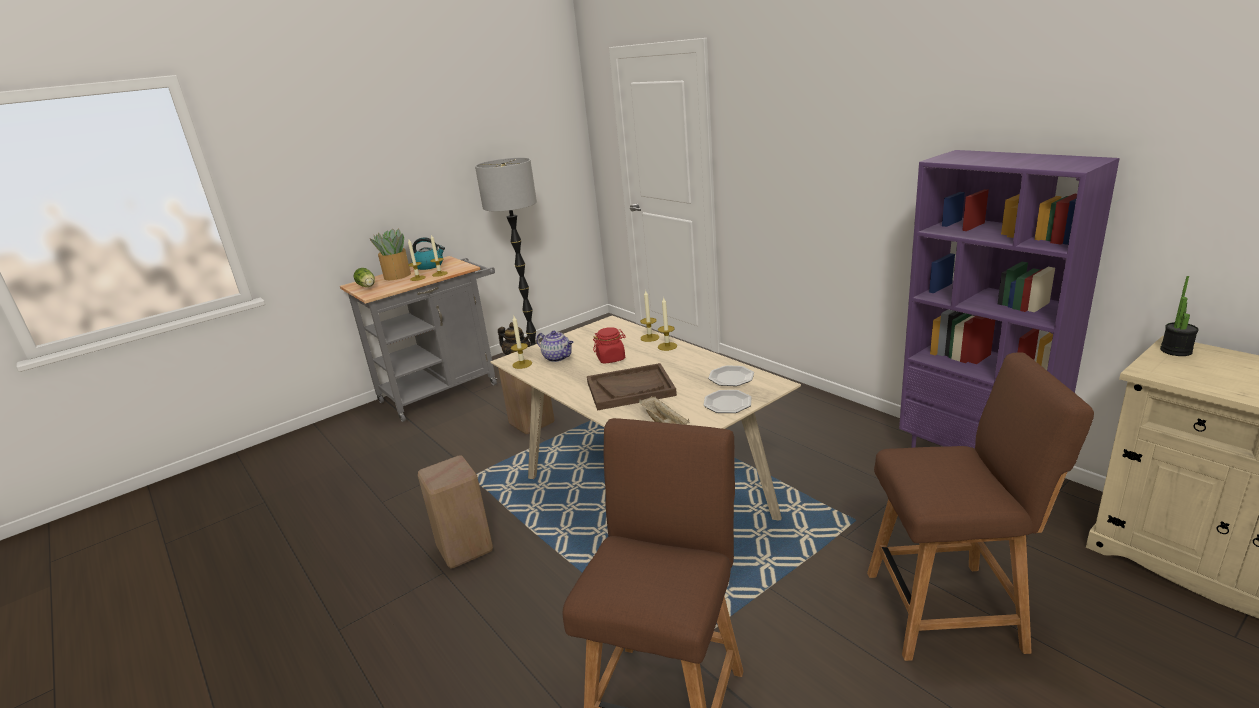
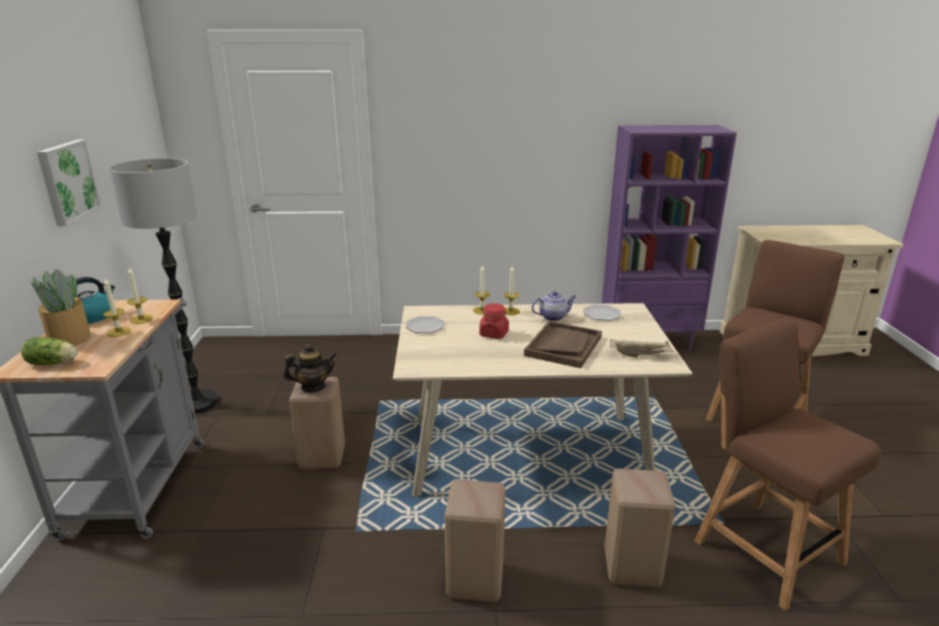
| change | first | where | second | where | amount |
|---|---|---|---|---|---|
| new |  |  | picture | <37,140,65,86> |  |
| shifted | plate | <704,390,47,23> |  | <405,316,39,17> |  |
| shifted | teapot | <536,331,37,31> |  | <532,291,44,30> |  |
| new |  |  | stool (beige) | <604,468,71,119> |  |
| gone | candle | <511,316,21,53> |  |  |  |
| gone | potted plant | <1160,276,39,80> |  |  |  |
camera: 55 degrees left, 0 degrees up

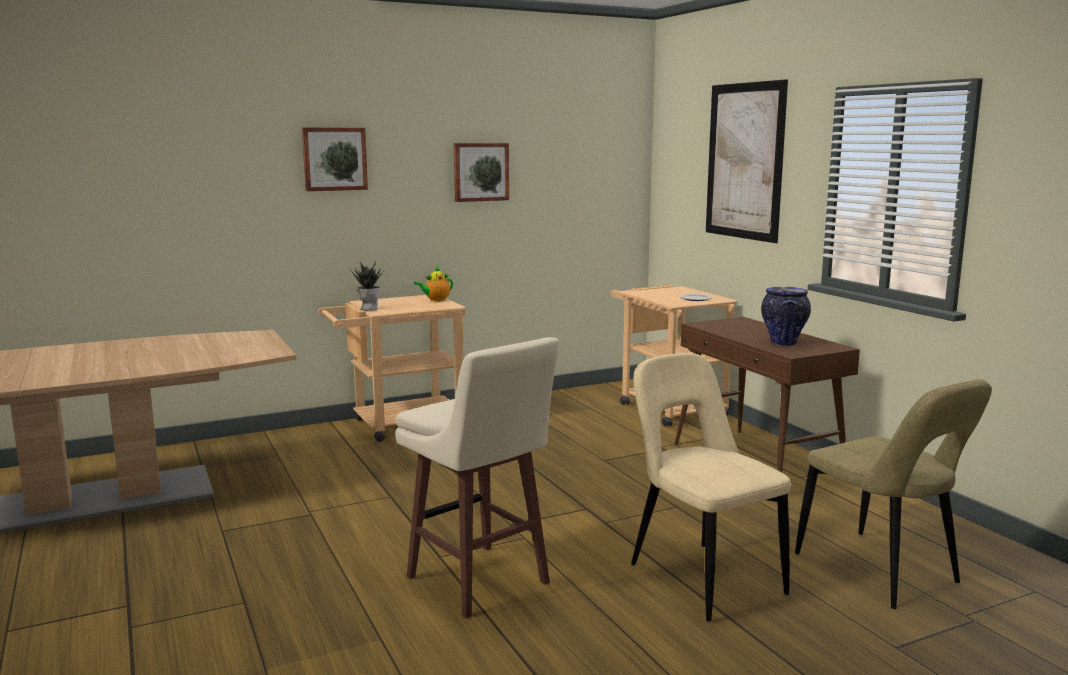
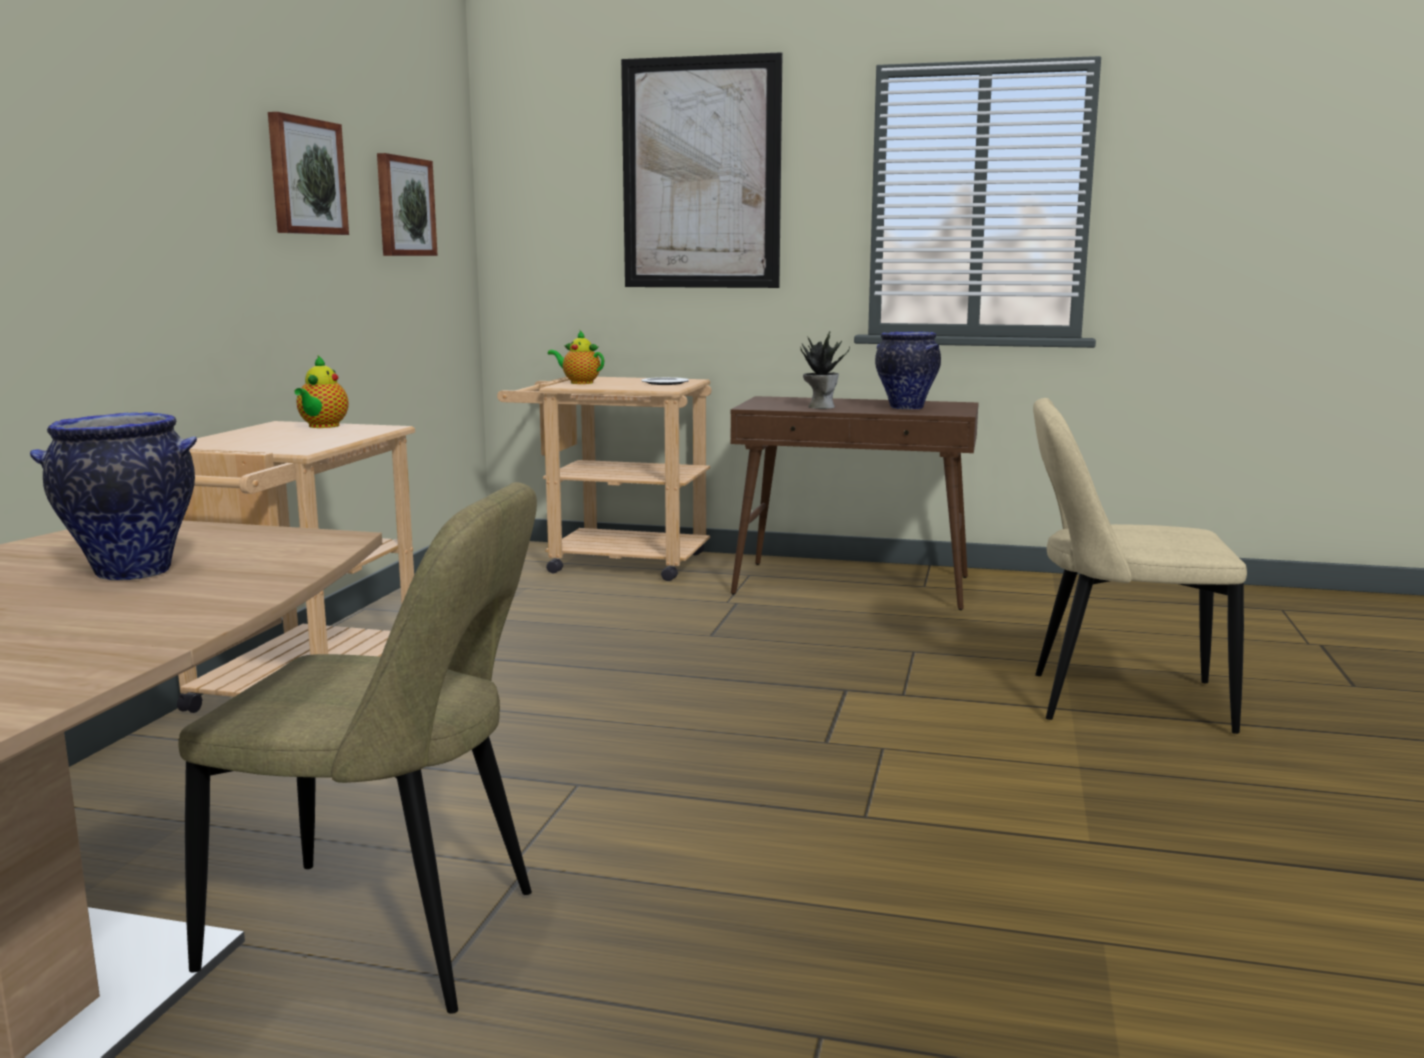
| change | first | where | second | where | amount |
|---|---|---|---|---|---|
| new |  |  | vase | <30,412,167,169> |  |
| shifted | chair (beige) | <795,379,197,230> |  | <178,482,359,532> |  |
| shifted | picture | <302,127,66,64> |  | <377,153,61,103> |  |
| new |  |  | teapot | <548,330,56,54> |  |
| shifted | potted plant | <350,261,33,49> |  | <800,331,50,78> |  |
| gone | stool (beige) | <395,337,164,282> |  |  |  |
camera: 50 degrees left, 0 degrees up

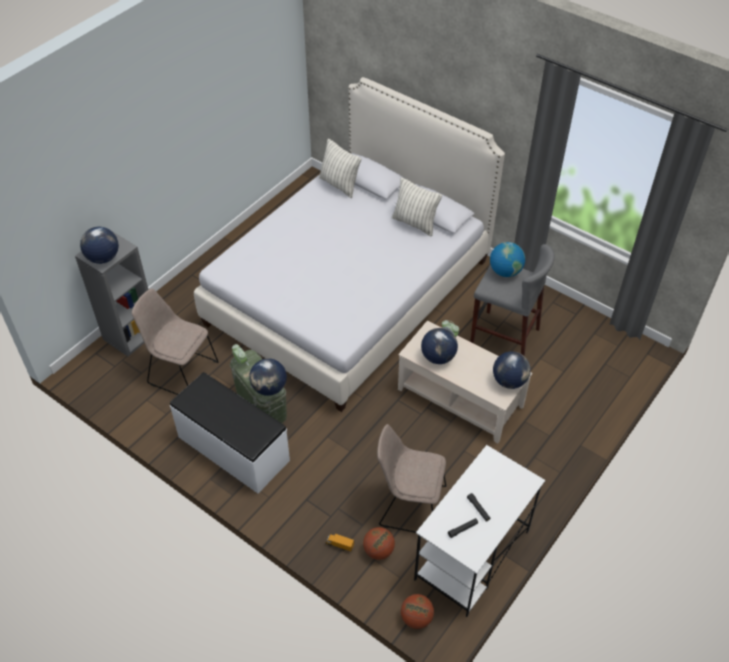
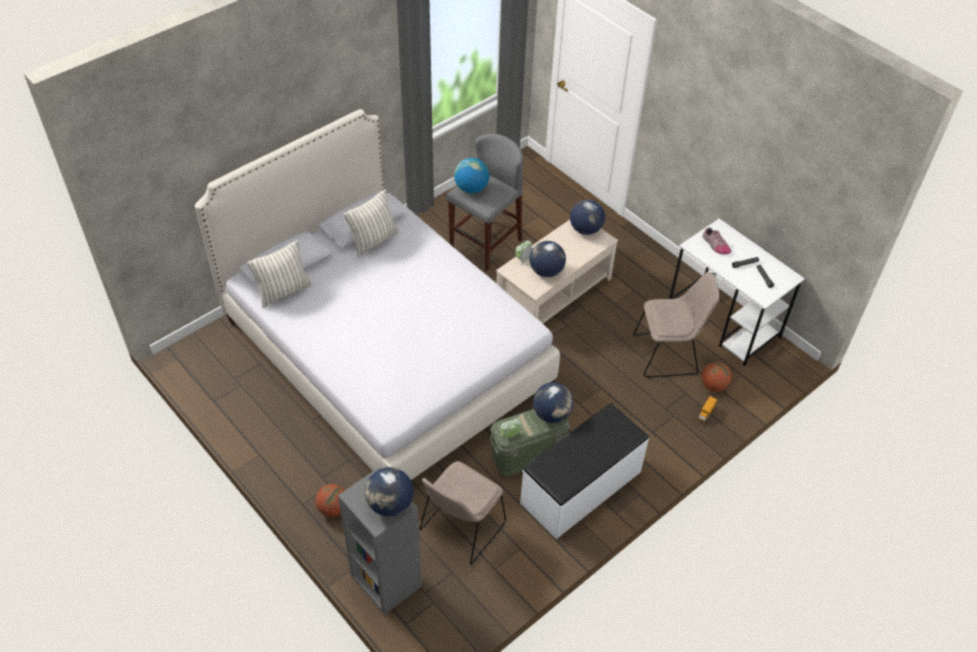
| change | first | where | second | where | amount |
|---|---|---|---|---|---|
| shifted | basketball | <401,594,33,35> |  | <315,484,30,33> |  |
| rotated | chair (beige) | <377,424,69,109> |  | <633,271,86,107> | 120 degrees counterclockwise |
| new |  |  | shoe | <702,227,29,27> |  |
camera: 80 degrees left, 0 degrees up

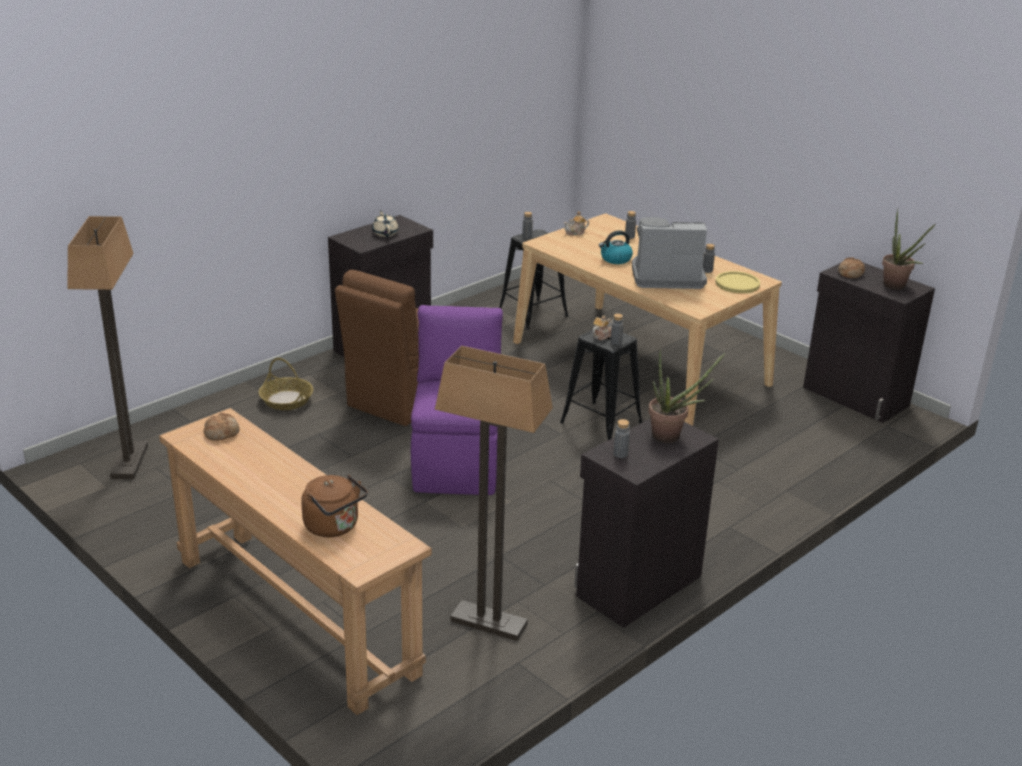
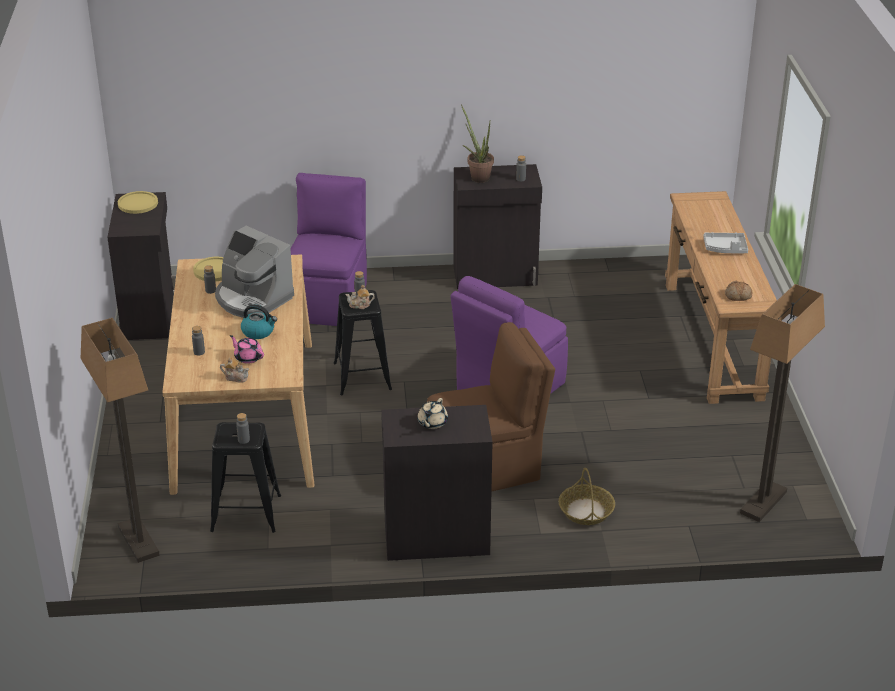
| change | first | where | second | where | amount |
|---|---|---|---|---|---|
| shifted | floor lamp | <435,346,118,295> |  | <80,318,80,245> |  |
| swapped | potted plant | <882,209,54,81> | plate (yellow) | <118,191,40,23> |  |
| new |  |  | teapot (pink) | <230,335,34,29> |  |
| new |  |  | chair (purple) | <291,173,76,153> |  |
| new |  |  | tray (grey) | <703,232,45,21> |  |
| gone | kettle (brown) | <301,475,67,62> |  |  |  |
| gone | bread | <838,257,27,21> |  |  |  |
camera: 140 degrees left, 5 degrees up

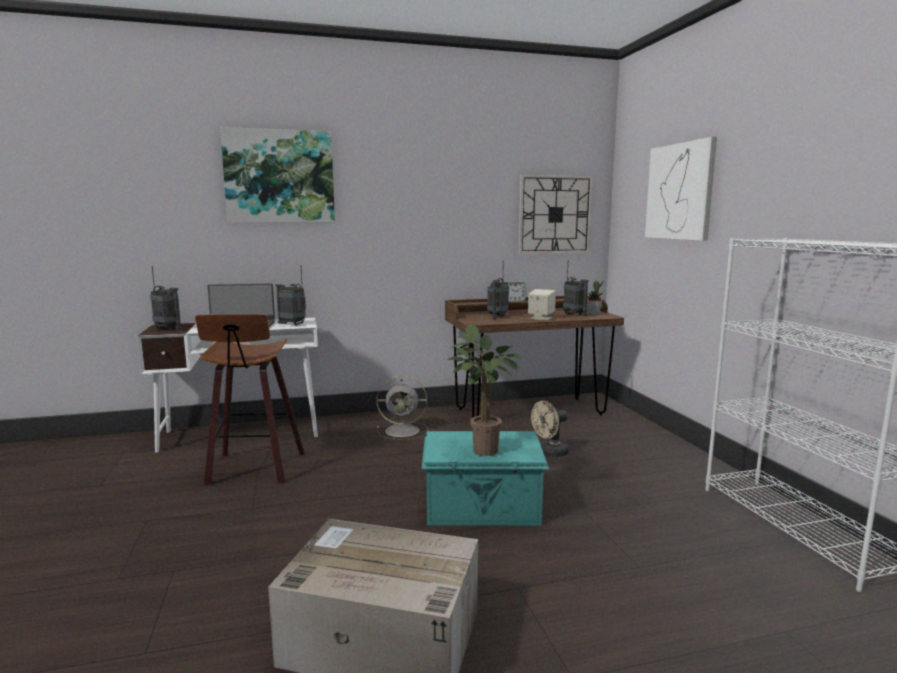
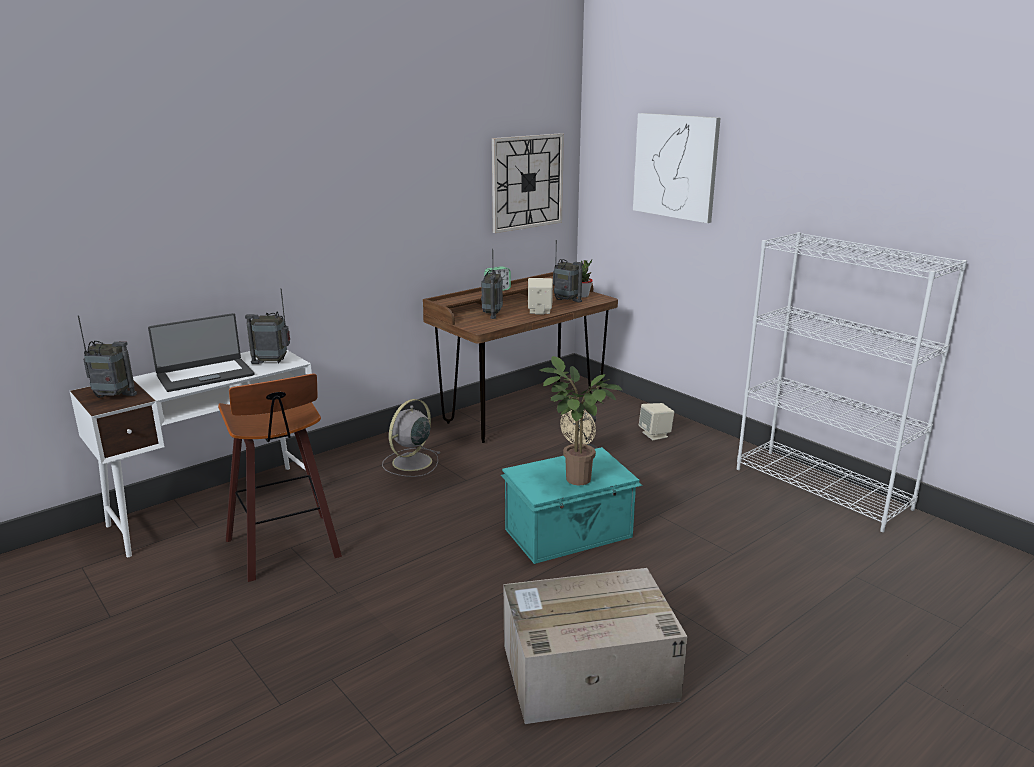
| change | first | where | second | where | amount |
|---|---|---|---|---|---|
| rotated | fan (grey) | <376,376,52,64> |  | <382,399,58,78> | 150 degrees clockwise |
| new |  |  | speaker (beige) | <639,403,35,37> |  |
| gone | picture | <220,127,115,96> |  |  |  |
camera: 25 degrees left, 10 degrees up

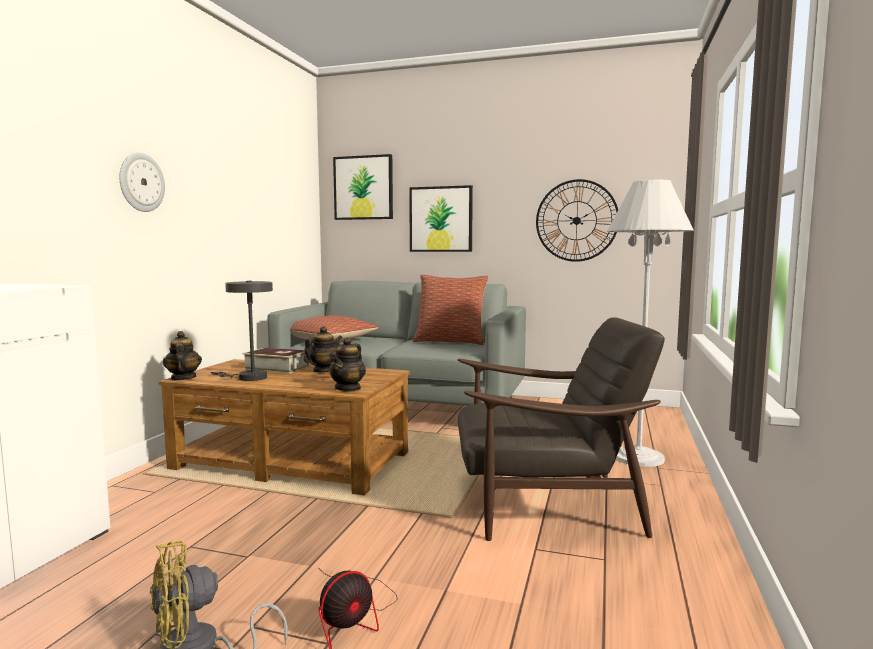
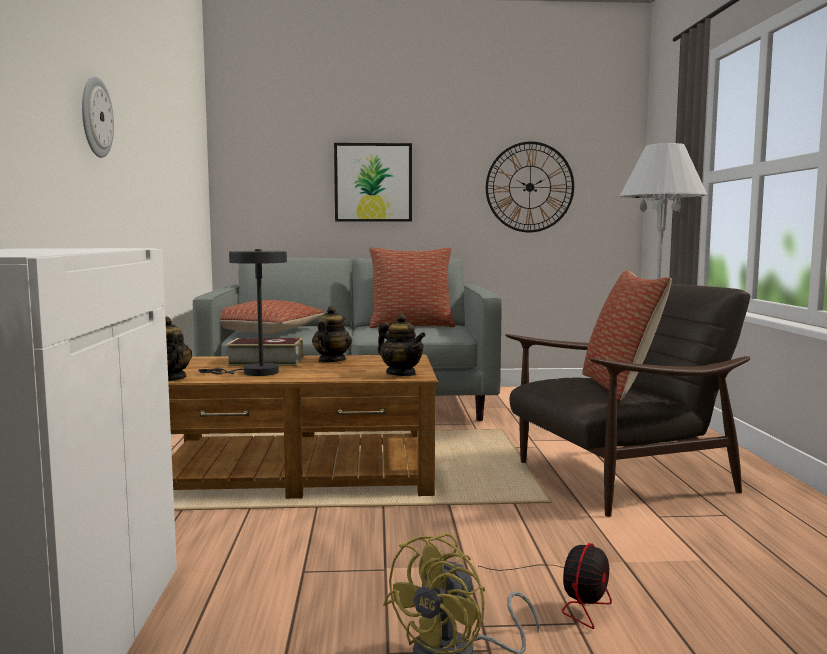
| change | first | where | second | where | amount |
|---|---|---|---|---|---|
| rotated | teapot | <329,338,37,54> |  | <378,314,48,62> | 45 degrees counterclockwise |
| new |  |  | pillow | <582,270,90,131> |  |
| gone | picture | <333,154,60,66> |  |  |  |
camera: 20 degrees left, 0 degrees up

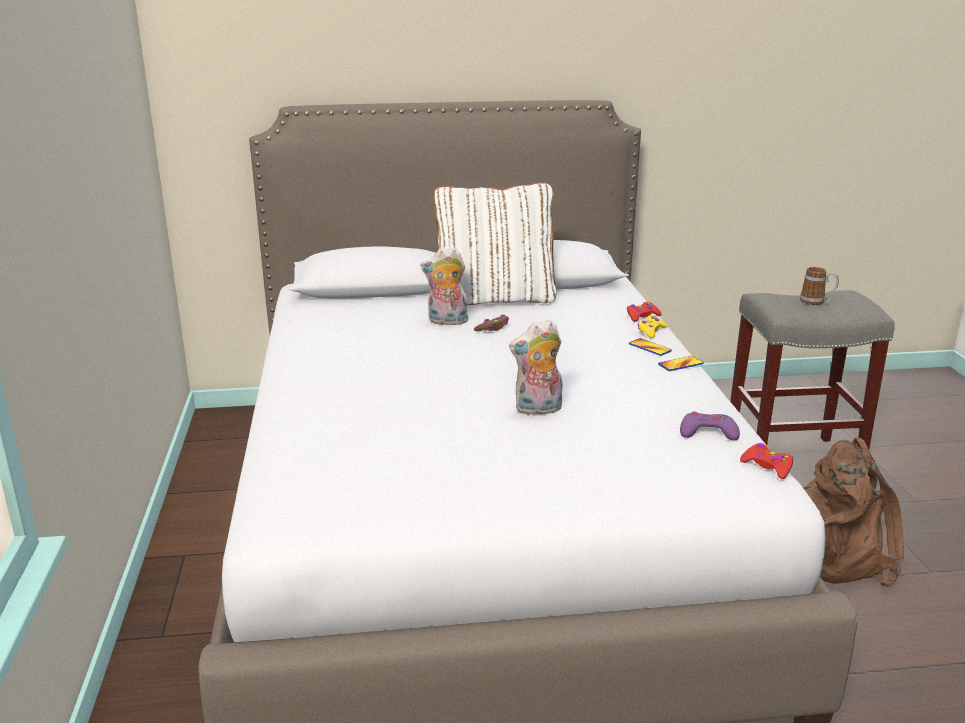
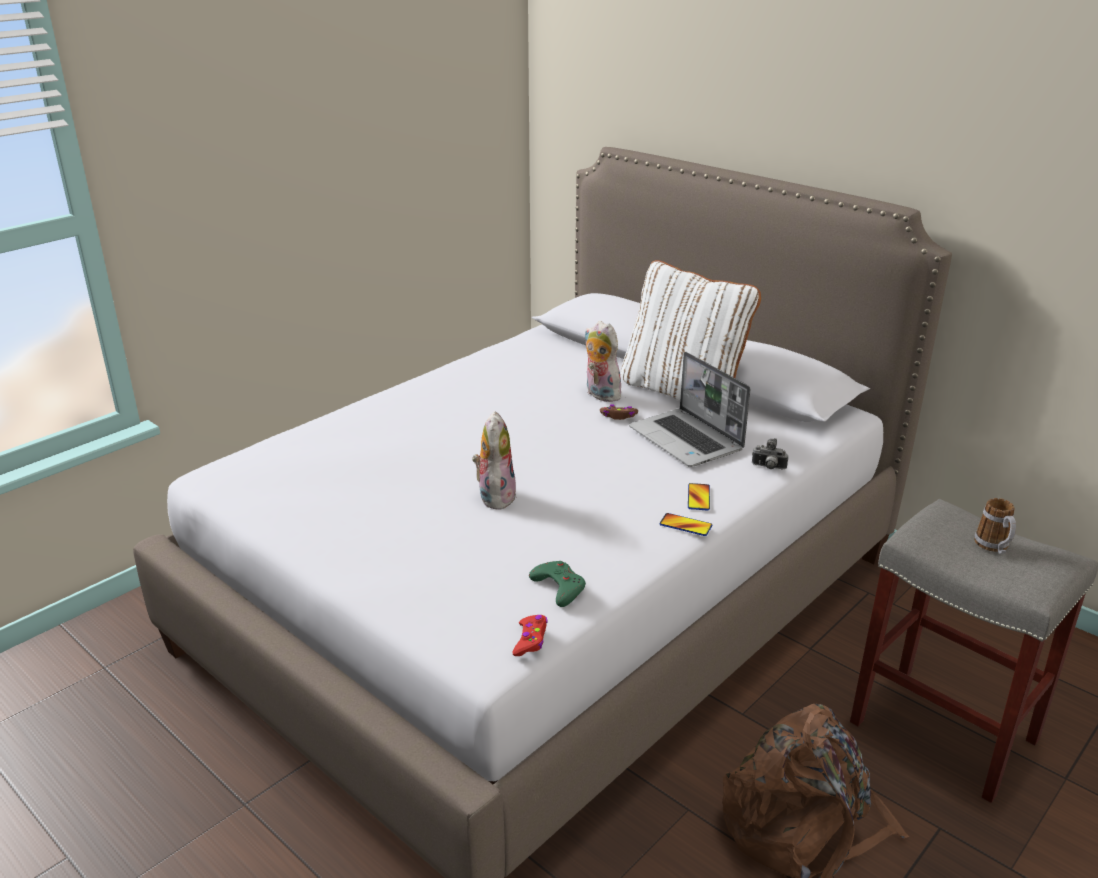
| change | first | where | second | where | amount |
|---|---|---|---|---|---|
| rotated | plush toy | <509,319,54,96> |  | <472,411,44,99> | 60 degrees clockwise |
| repainted | game controller (purple) | <680,411,60,29> | game controller (green) | <529,561,57,46> |  |
| new |  |  | laptop | <629,352,121,115> |  |
| swapped | game controller (red) | <627,302,35,20> | photo camera | <752,438,36,31> |  |
| gone | game controller (yellow) | <638,315,29,23> |  |  |  |
camera: 50 degrees right, 5 degrees up

